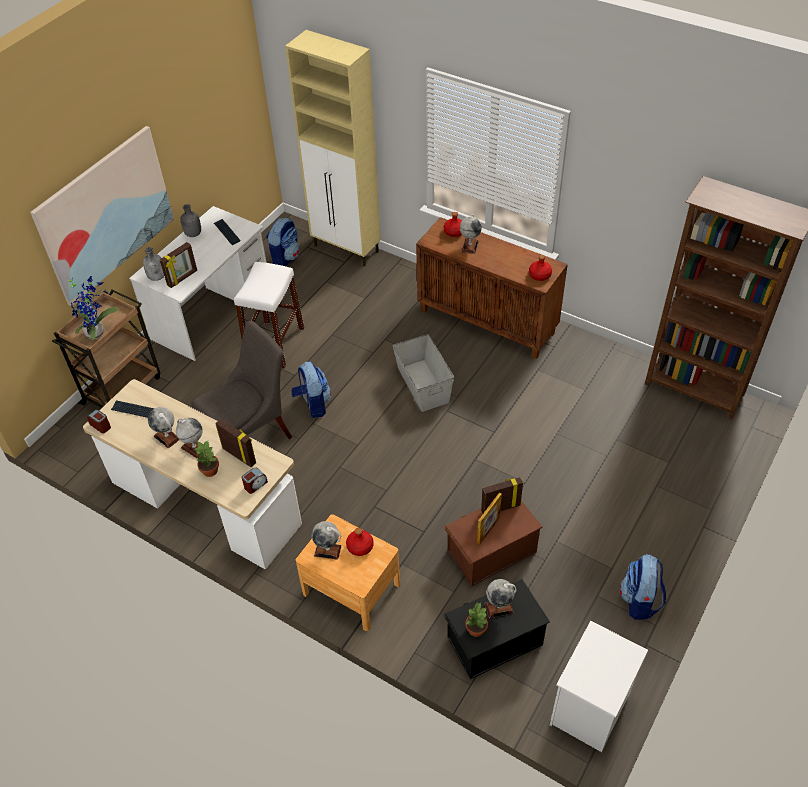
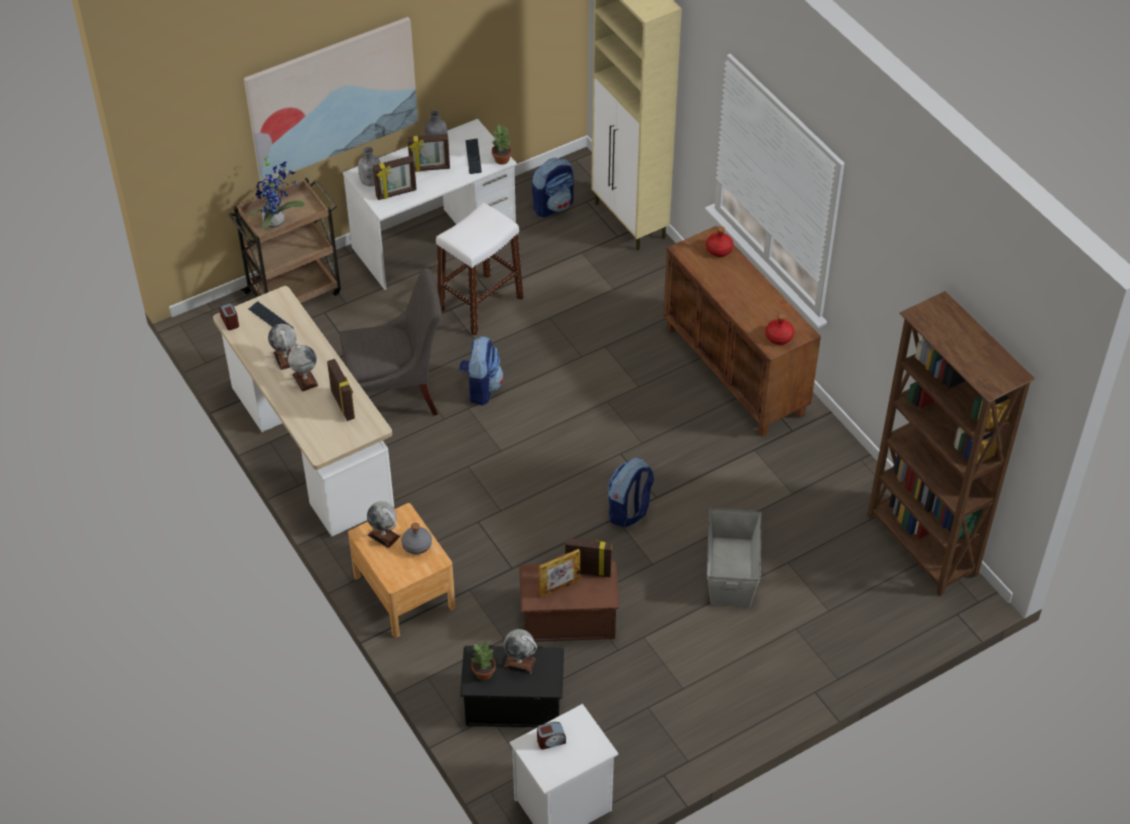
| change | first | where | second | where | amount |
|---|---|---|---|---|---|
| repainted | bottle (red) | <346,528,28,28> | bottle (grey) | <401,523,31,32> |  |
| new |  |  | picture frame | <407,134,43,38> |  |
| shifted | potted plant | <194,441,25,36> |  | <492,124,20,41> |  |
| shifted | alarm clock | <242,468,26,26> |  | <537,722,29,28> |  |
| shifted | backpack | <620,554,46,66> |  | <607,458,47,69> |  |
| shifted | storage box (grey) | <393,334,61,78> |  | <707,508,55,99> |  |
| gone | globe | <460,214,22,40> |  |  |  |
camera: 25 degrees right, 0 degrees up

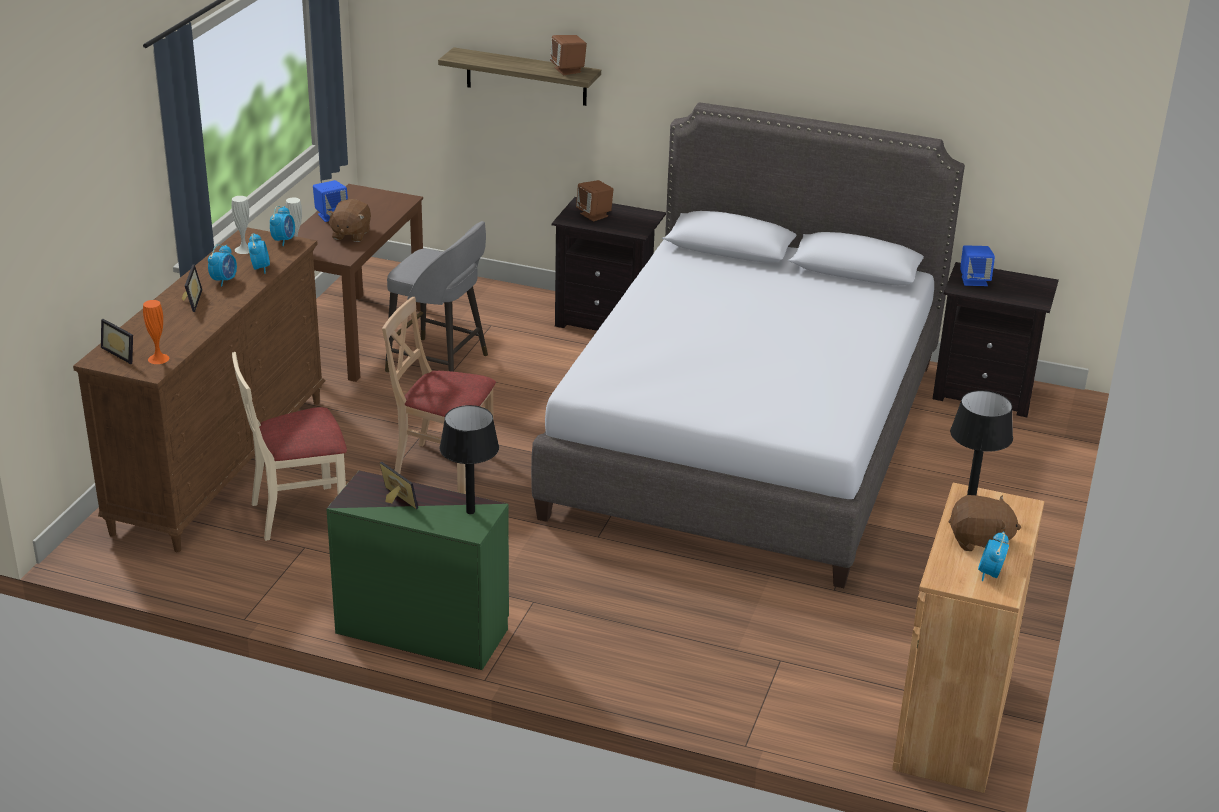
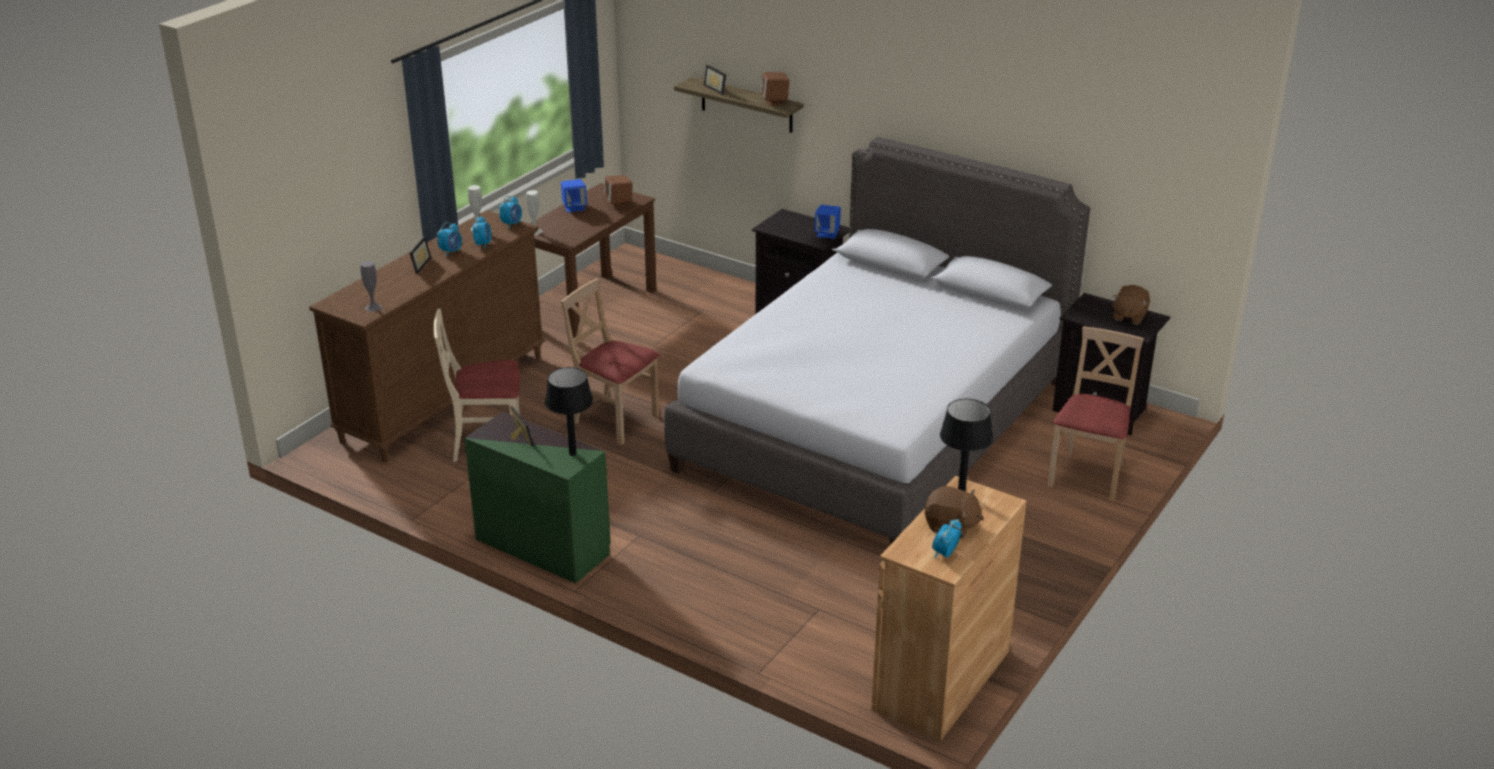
| change | first | where | second | where | amount |
|---|---|---|---|---|---|
| repainted | vase (orange) | <143,300,26,64> | vase (grey) | <360,261,22,51> |  |
| shifted | speaker (brown) | <576,180,38,41> |  | <604,175,29,34> |  |
| shifted | picture frame | <101,319,32,45> |  | <704,65,22,30> |  |
| shifted | speaker (blue) | <960,245,35,41> |  | <815,205,26,34> |  |
| new |  |  | chair (beige) | <1047,326,97,176> |  |
| shifted | plush toy (brown) | <327,199,44,43> |  | <1112,285,38,40> |  |
| gone | stool (grey) | <385,221,103,151> |  |  |  |
camera: 15 degrees right, 0 degrees up

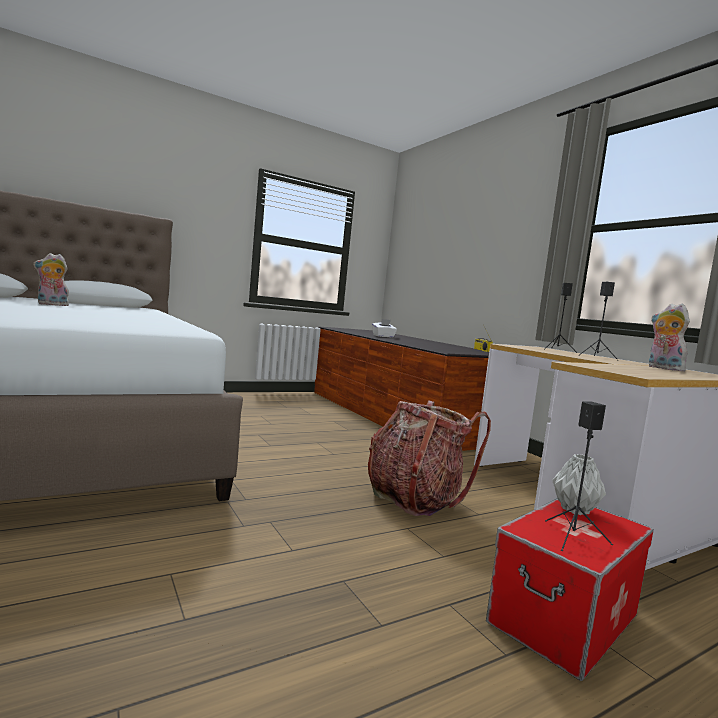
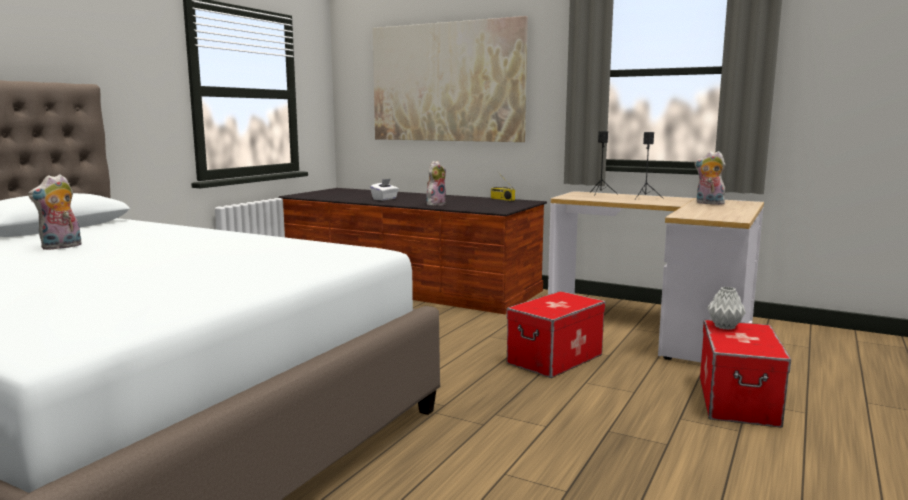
| change | first | where | second | where | amount |
|---|---|---|---|---|---|
| new |  |  | picture | <372,16,156,126> |  |
| new |  |  | plush toy | <426,161,20,45> |  |
| swapped | backpack | <368,400,123,116> | storage box | <507,291,98,87> |  |
| gone | speaker (black) | <545,401,68,150> |  |  |  |
camera: 30 degrees left, 5 degrees up

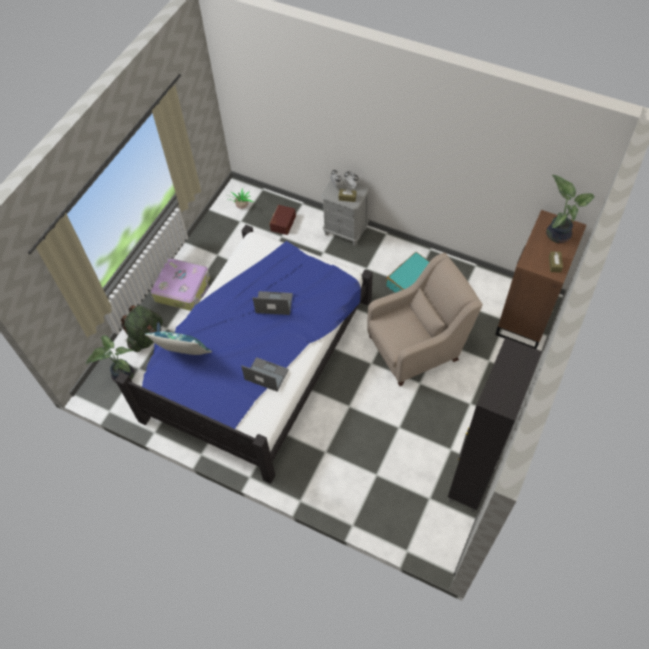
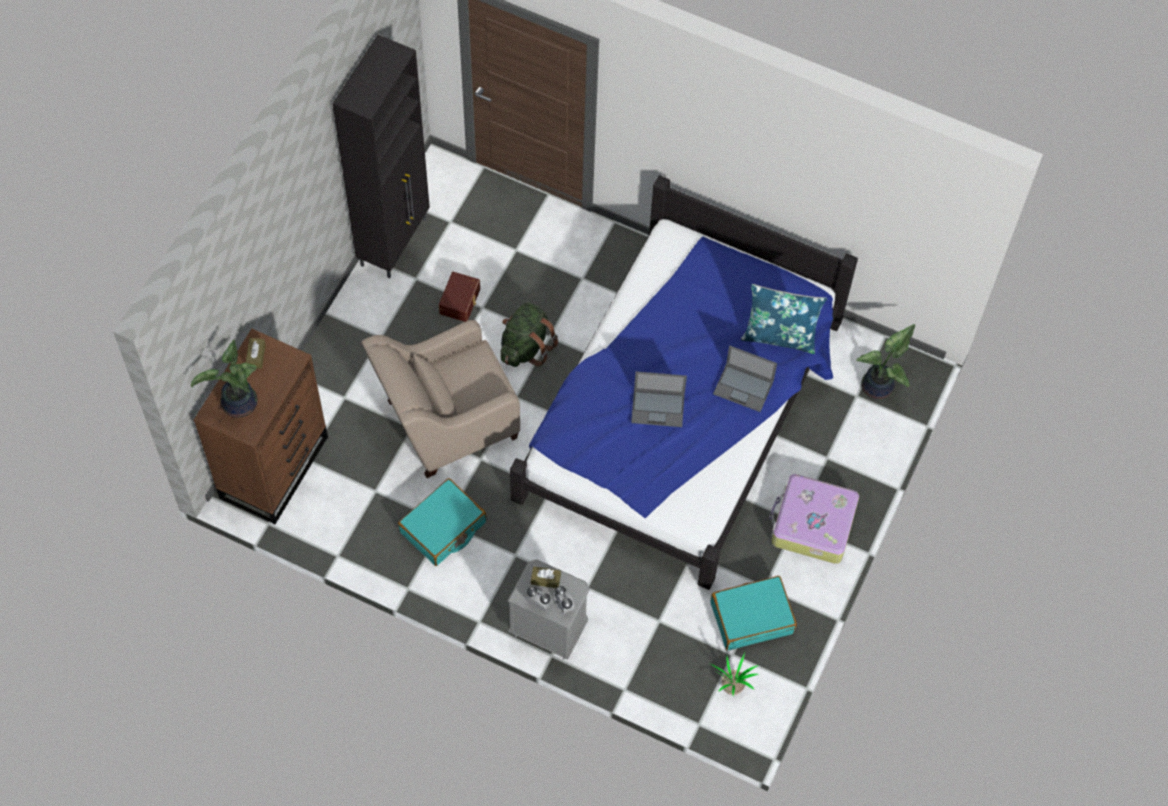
| change | first | where | second | where | amount |
|---|---|---|---|---|---|
| shifted | storage box (brown) | <270,205,26,30> |  | <439,272,41,50> |  |
| shifted | backpack (green) | <121,305,42,47> |  | <501,302,57,65> |  |
| new |  |  | suitcase (turquoise) | <710,576,87,75> |  |
| shifted | laptop | <241,357,48,35> |  | <713,346,64,66> |  |
camera: 175 degrees right, 5 degrees up

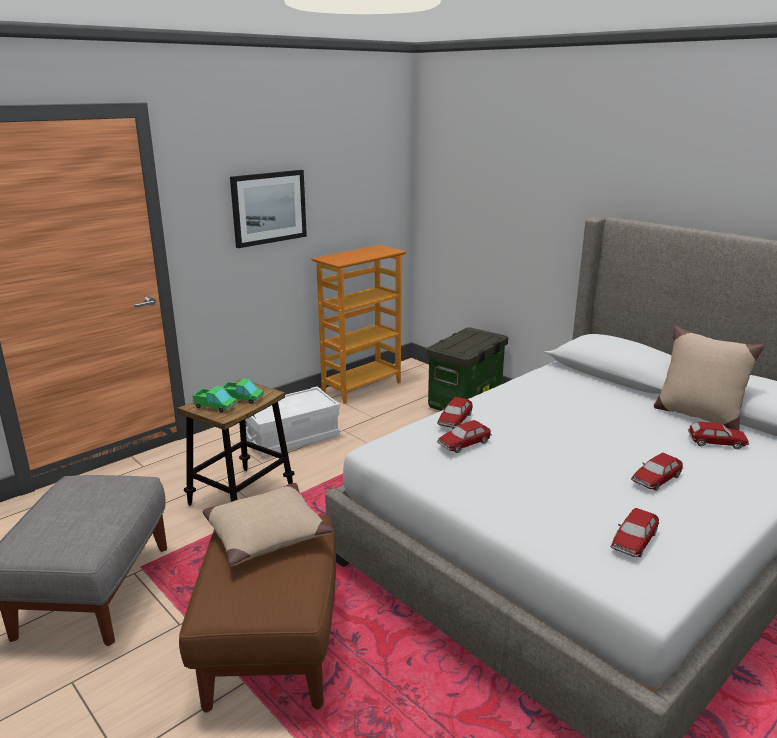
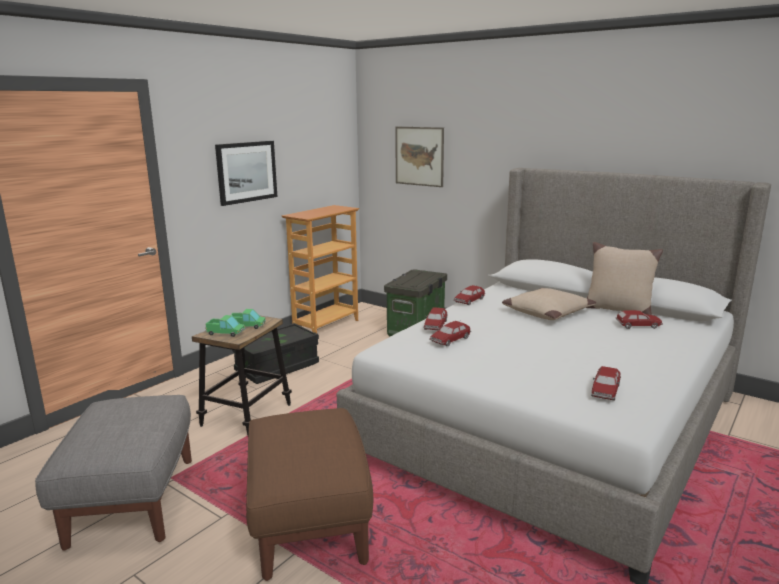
| change | first | where | second | where | amount |
|---|---|---|---|---|---|
| repainted | storage box (white) | <245,386,95,71> | storage box (black) | <232,323,87,61> |  |
| new |  |  | picture | <395,127,49,60> |  |
| shifted | toy car | <631,453,52,38> |  | <454,285,31,20> |  |
| shifted | pillow (beige) | <203,483,132,83> |  | <502,288,94,32> |  |
camera: 10 degrees left, 5 degrees down

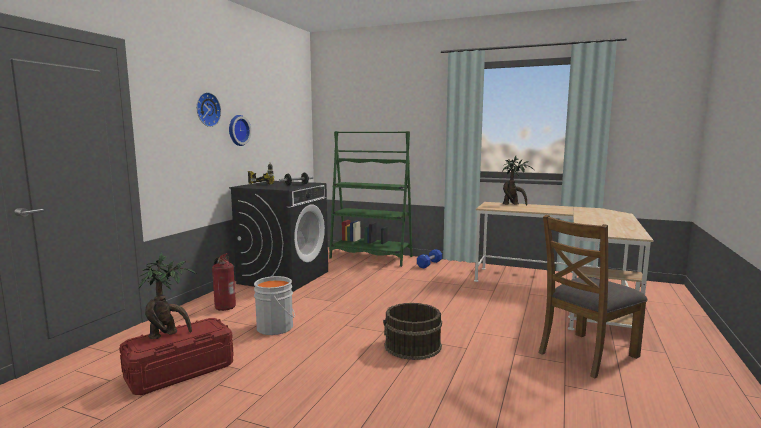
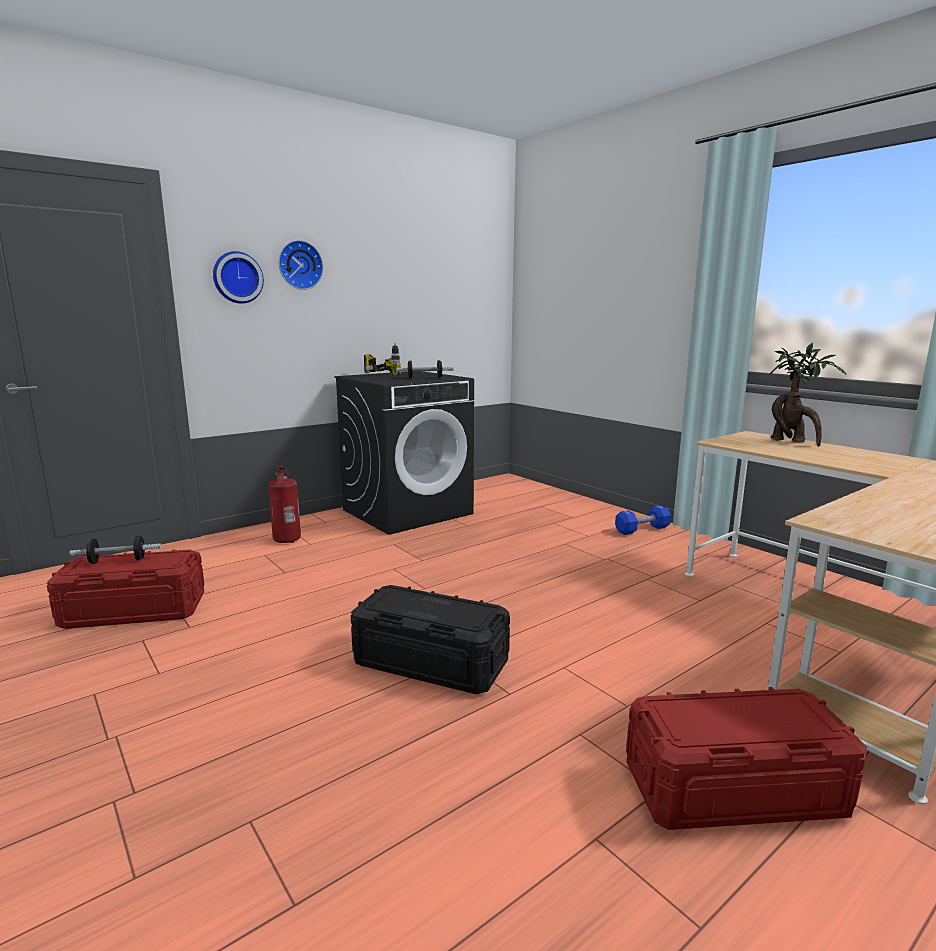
| change | first | where | second | where | amount |
|---|---|---|---|---|---|
| swapped | potted plant | <139,253,58,86> | dumbbell | <70,535,91,29> |  |
| shifted | wall clock | <229,115,22,31> |  | <213,251,51,53> |  |
| swapped | bucket (brown) | <383,303,59,57> | storage box (black) | <351,585,159,109> |  |
| swapped | chair (brown) | <539,215,109,164> | storage box (red) | <626,687,241,143> |  |
| gone | bucket (grey) | <254,276,41,59> |  |  |  |
| gone | bookcase (green) | <329,131,84,136> |  |  |  |
camera: 30 degrees right, 5 degrees up

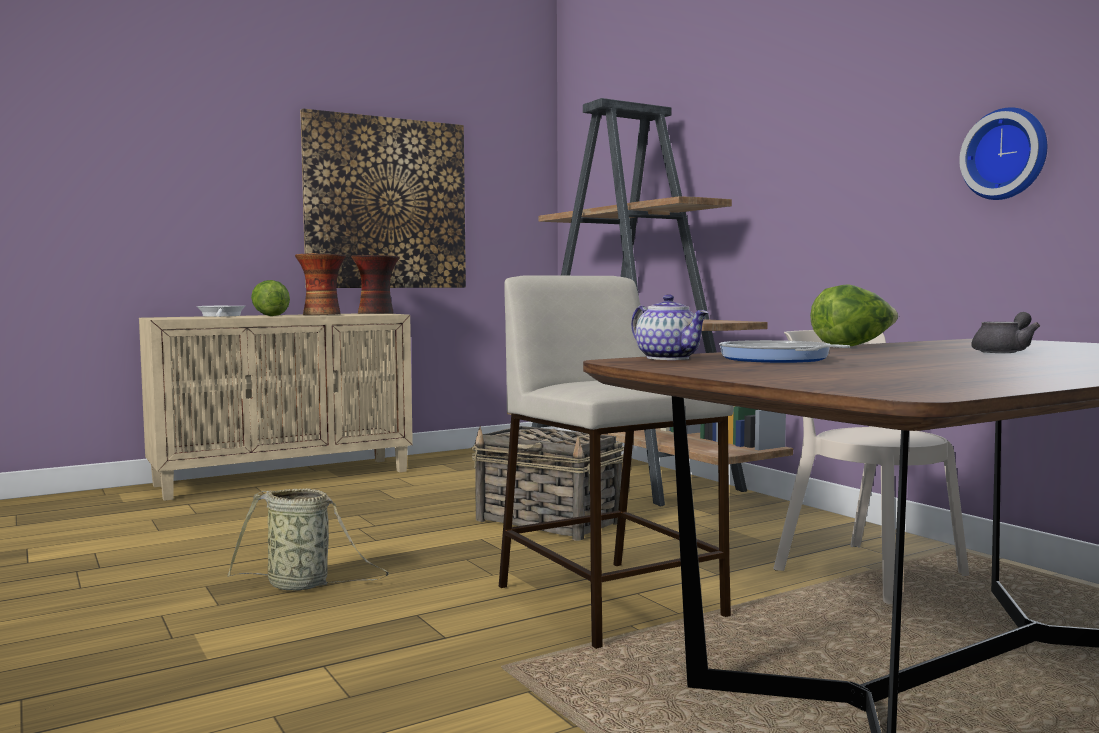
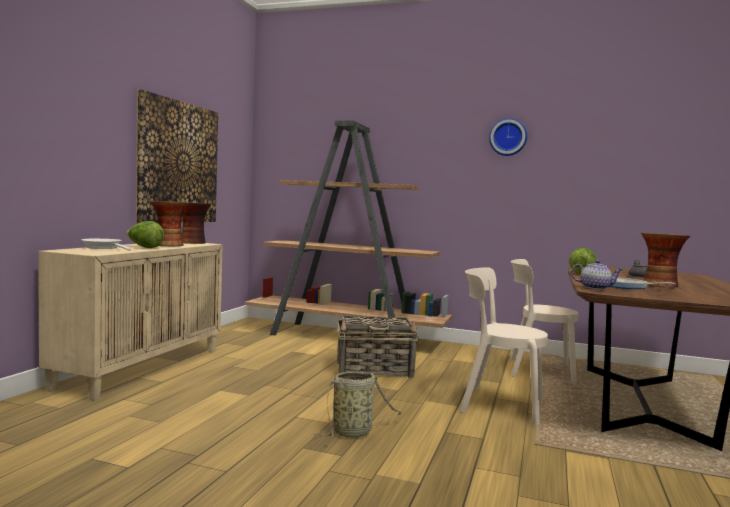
| change | first | where | second | where | amount |
|---|---|---|---|---|---|
| swapped | stool (beige) | <499,275,235,374> | chair (beige) | <460,267,88,158> |  |
| shifted | wall clock | <959,107,88,93> |  | <489,118,38,38> |  |
| new |  |  | vase | <641,233,49,55> |  |
camera: 40 degrees left, 0 degrees up

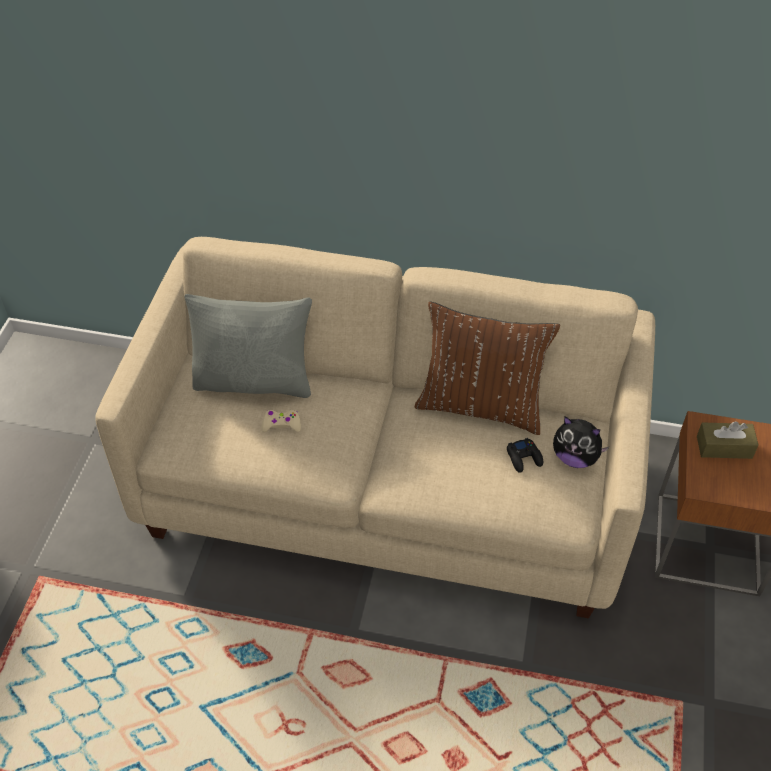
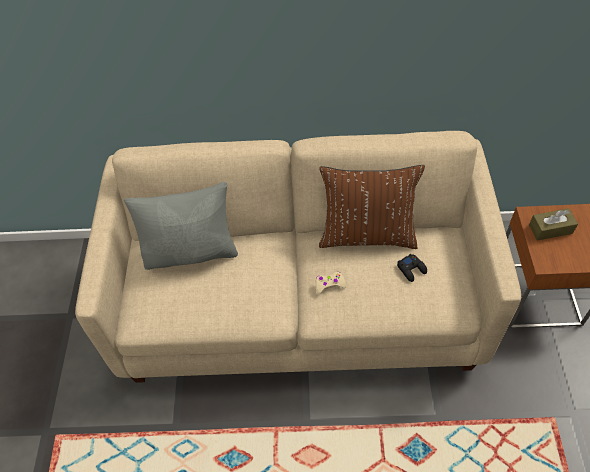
| change | first | where | second | where | amount |
|---|---|---|---|---|---|
| shifted | game controller (beige) | <262,410,39,22> |  | <315,272,31,22> |  |
| gone | plush toy | <553,416,57,52> |  |  |  |
camera: 10 degrees left, 5 degrees up

